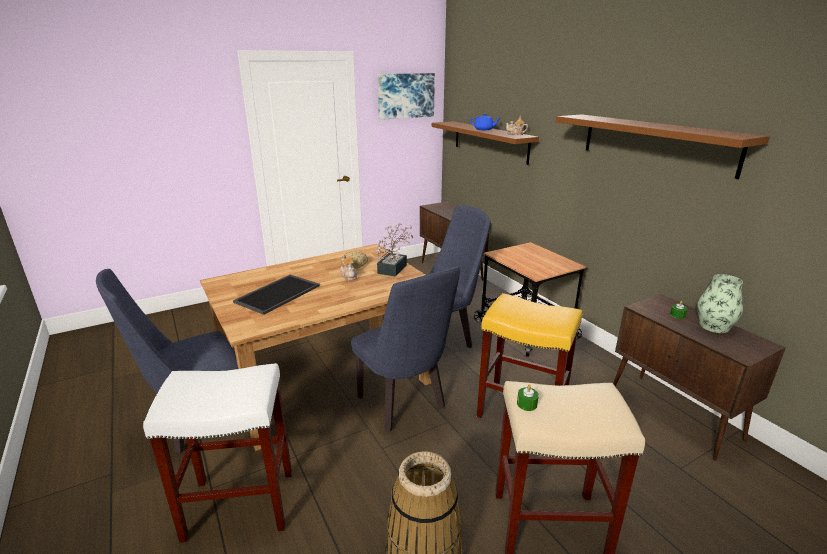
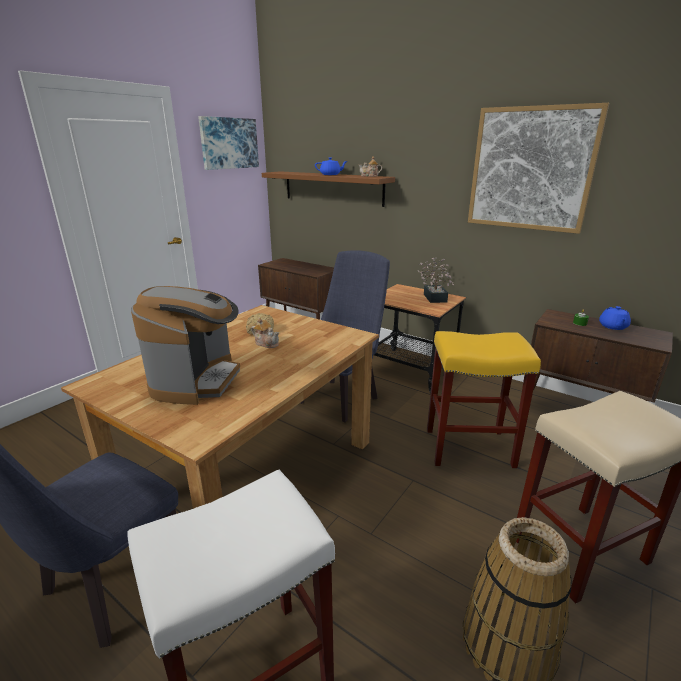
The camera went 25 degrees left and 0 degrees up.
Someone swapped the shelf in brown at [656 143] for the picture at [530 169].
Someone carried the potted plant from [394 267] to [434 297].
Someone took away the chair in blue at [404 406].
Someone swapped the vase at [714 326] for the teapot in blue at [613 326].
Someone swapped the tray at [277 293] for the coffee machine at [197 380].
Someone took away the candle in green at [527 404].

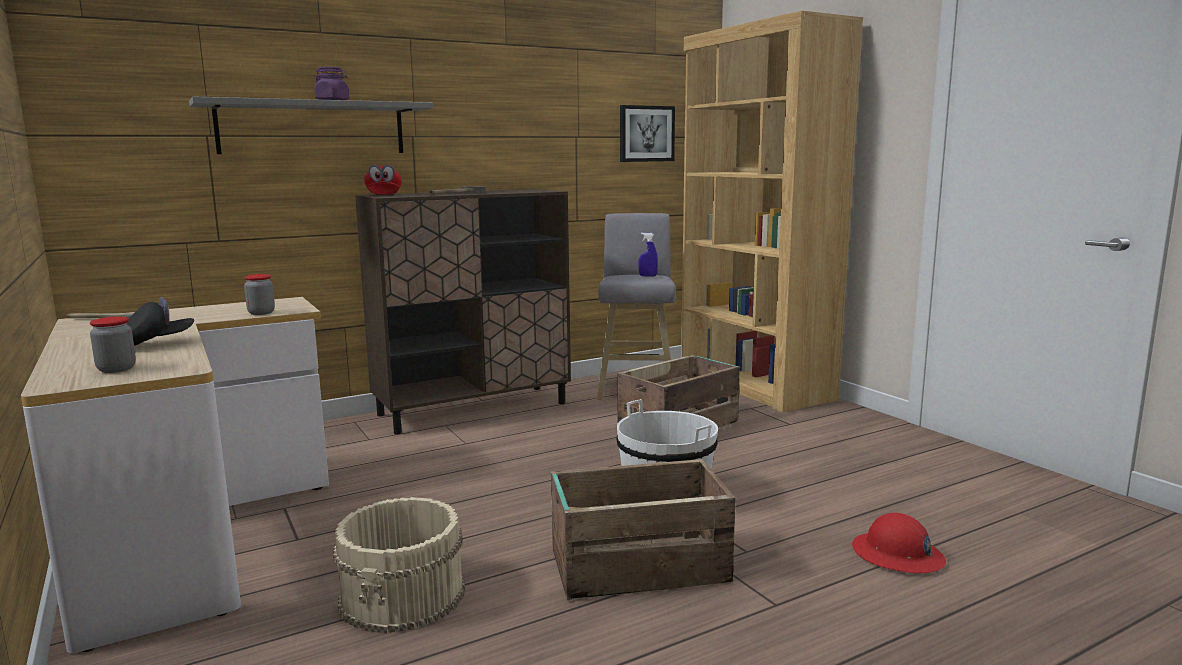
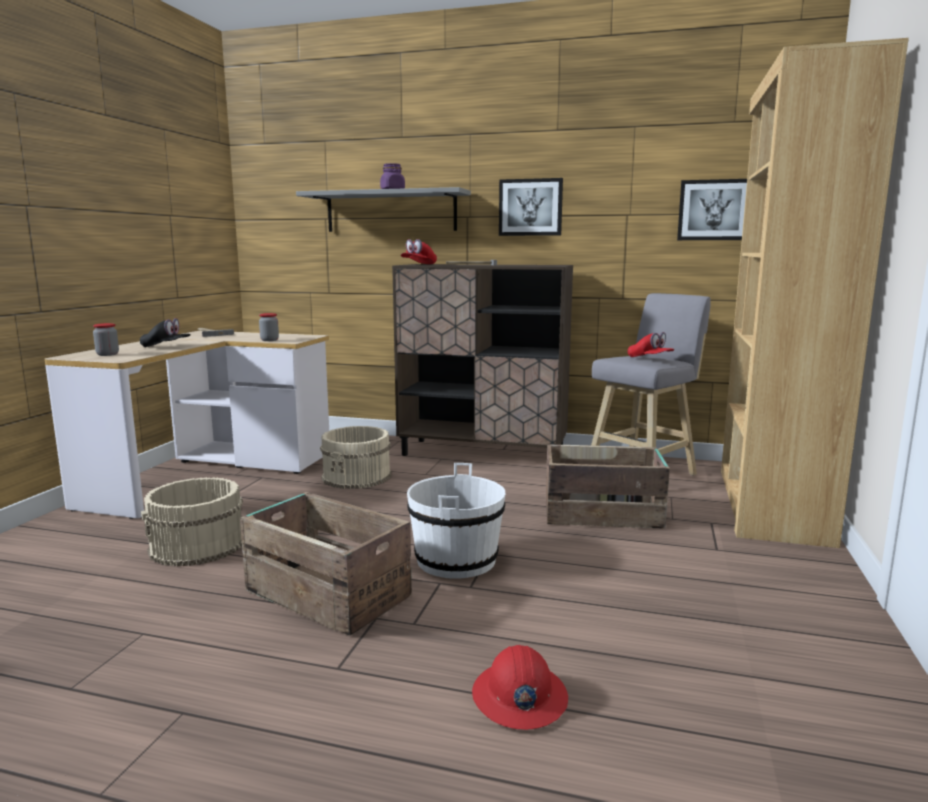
The camera went 45 degrees right and 0 degrees up.
Someone swapped the spray bottle in blue at [648 276] for the cap in red at [650 359].
Someone put up the picture at [530 207].
Someone put down the bucket in beige at [357 477].

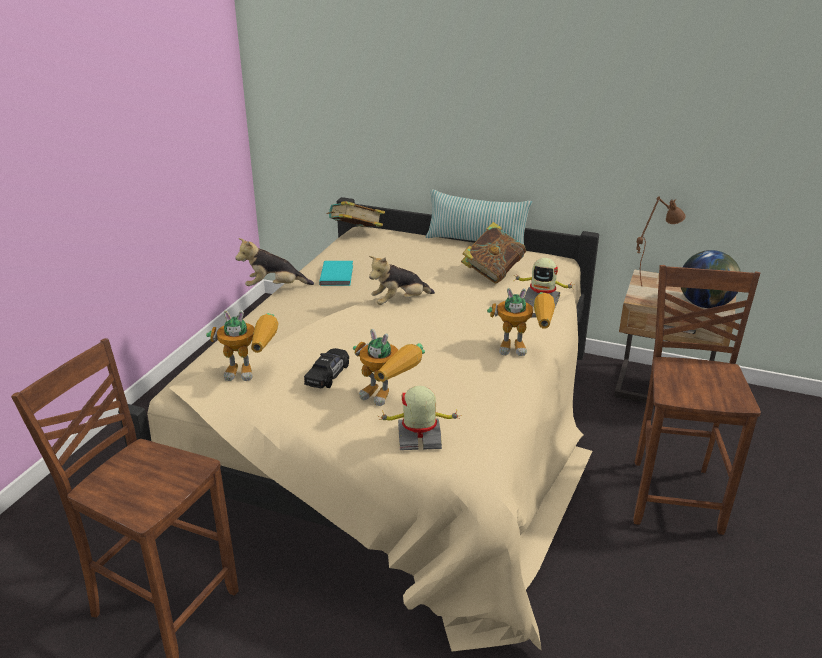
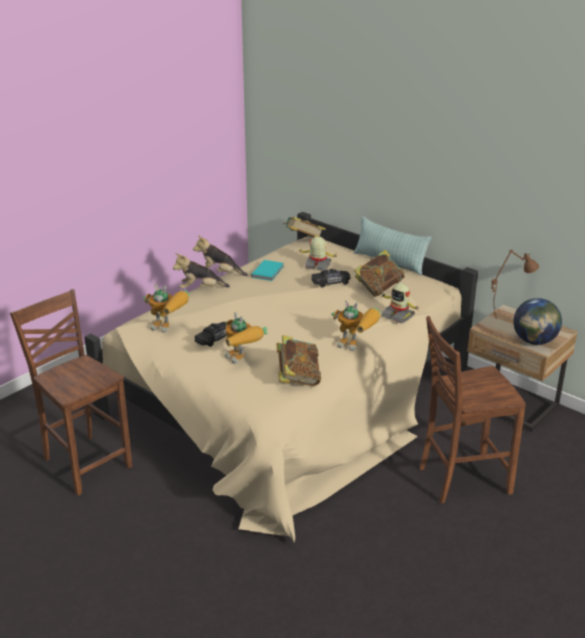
The camera went 20 degrees right and 0 degrees up.
Someone carried the plush toy from [399 302] to [200 289].
Someone rotated the chair in brown at [675 494] by 135 degrees counterclockwise.
Someone carried the toy robot from [419 438] to [318 266].
Someone put down the toy car in black at [331 283].
Someone put down the book at [298 378].

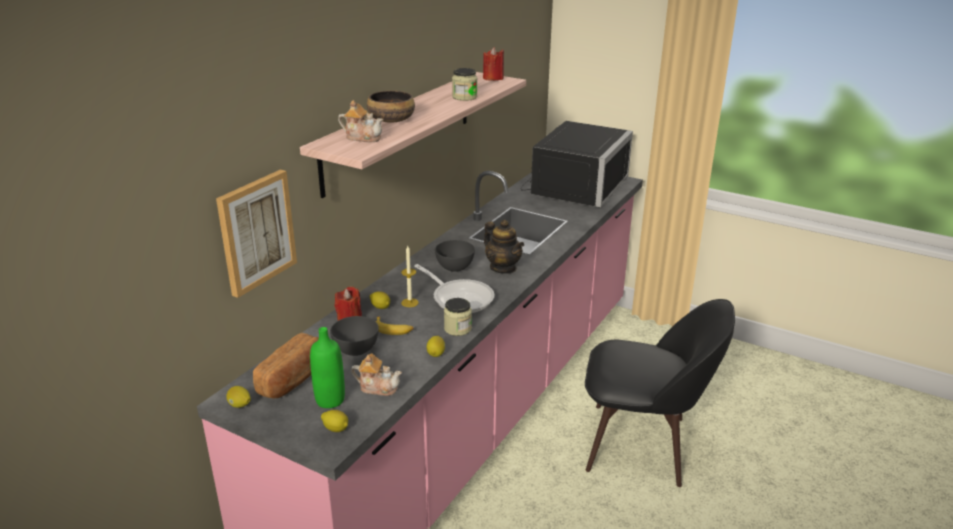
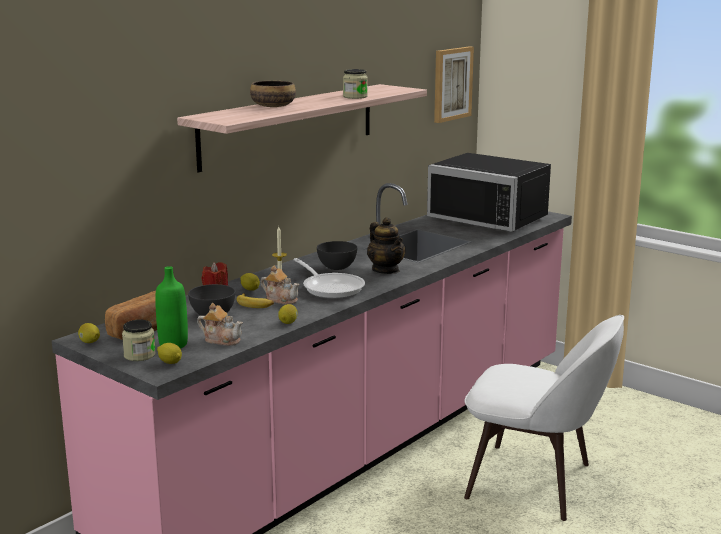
The camera went 10 degrees right and 10 degrees down.
Someone took away the candle in red at [493 78].
Someone carried the teapot from [362 137] to [281 299].
Someone rotated the microwave in black at [573 186] by 90 degrees clockwise.
Someone carried the picture from [256 231] to [452 84].
Someone carried the jar from [457 328] to [139 355].
Someone repainted the chair in black at [642 444], which became the chair in white at [535 482].

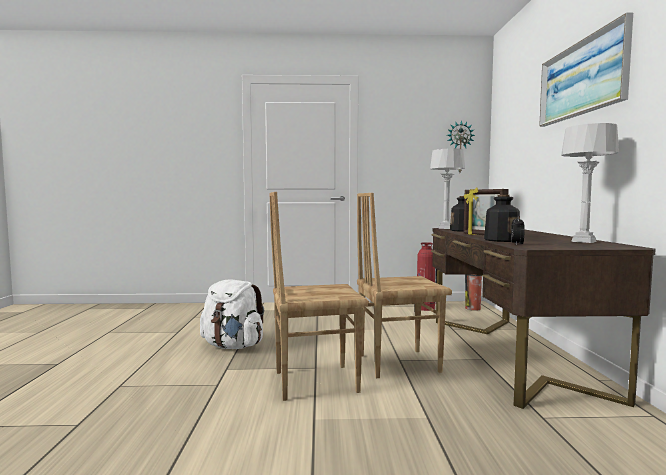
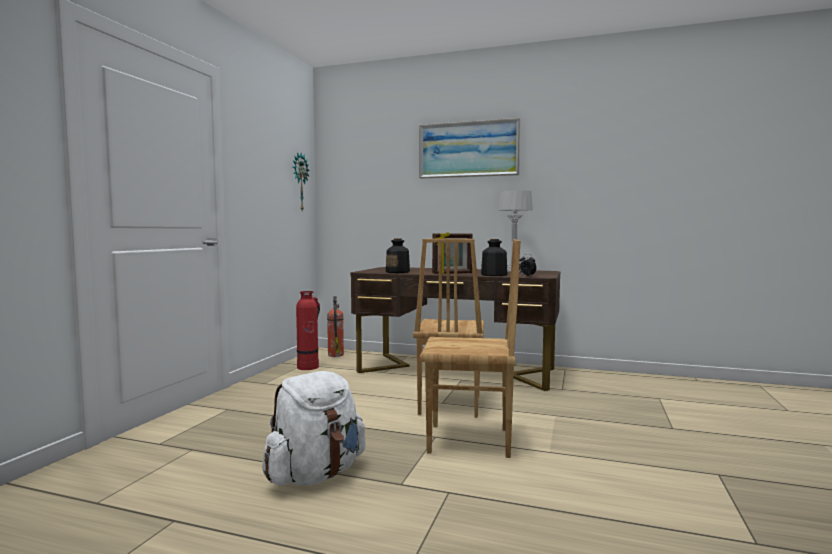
The camera went 70 degrees left and 0 degrees up.
Someone took away the table lamp in grey at [445 228].
Someone rotated the chair in brown at [315 381] by 90 degrees counterclockwise.

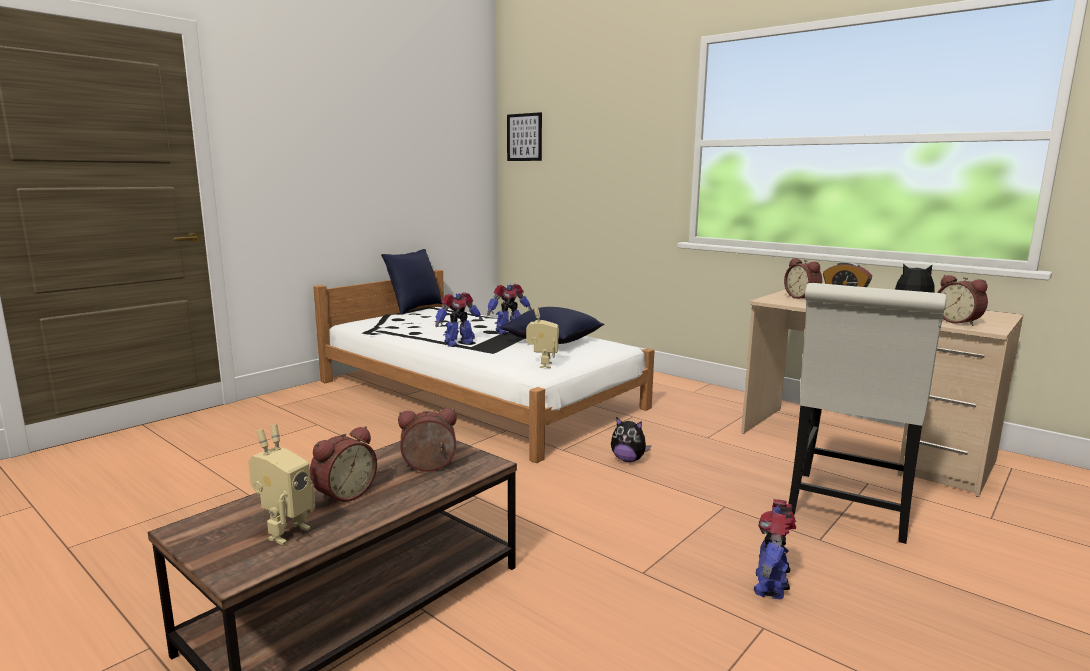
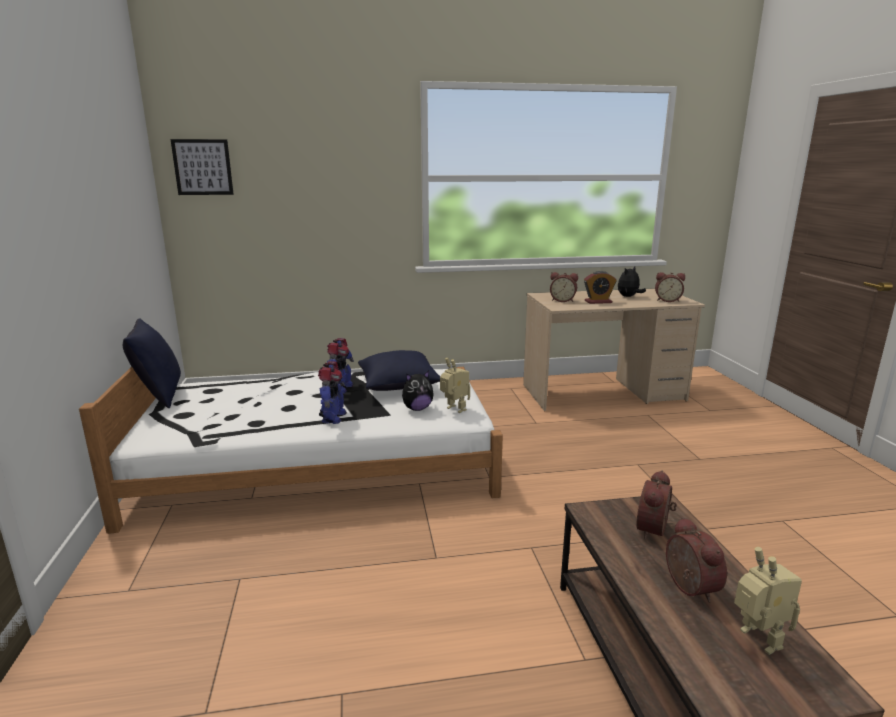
The camera went 50 degrees left and 5 degrees up.
Someone took away the chair in white at [848 510].
Someone carried the plush toy from [628 460] to [417 408].
Someone took away the toy robot at [771 585].

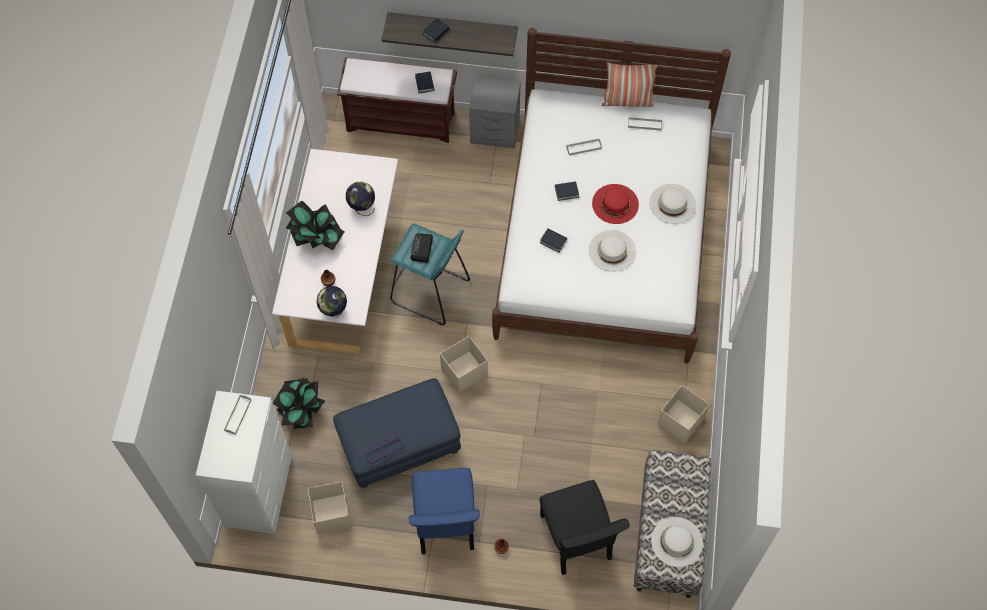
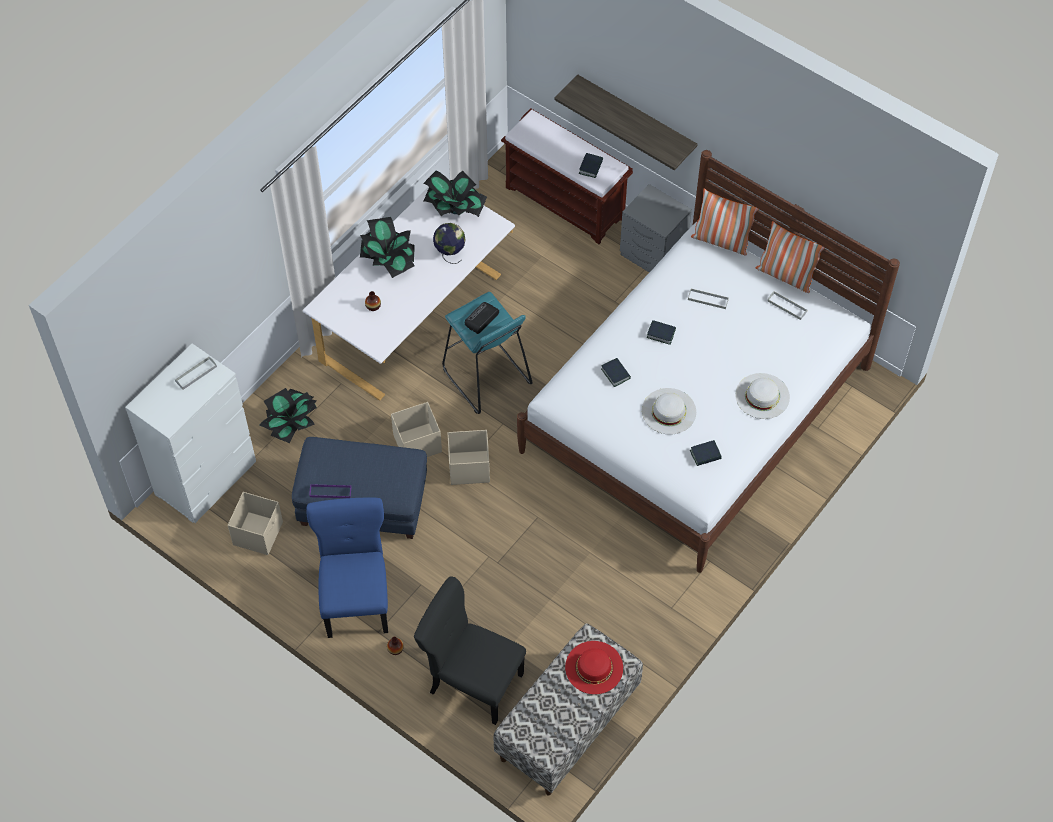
The camera went 30 degrees right and 5 degrees down.
Someone carried the book from [436 32] to [705 455].
Someone carried the hat in red from [615 204] to [594 667].
Someone took away the globe at [334 311].
Someone carried the storage box in beige from [680 421] to [416 443].
Someone rotated the chair in blue at [445 524] by 150 degrees clockwise.
Someone rotated the chair in black at [576 540] by 105 degrees clockwise.
Someone took away the hat in white at [677 542].
Someone put down the potted plant at [455 209].
Someone put down the pillow at [721 241].

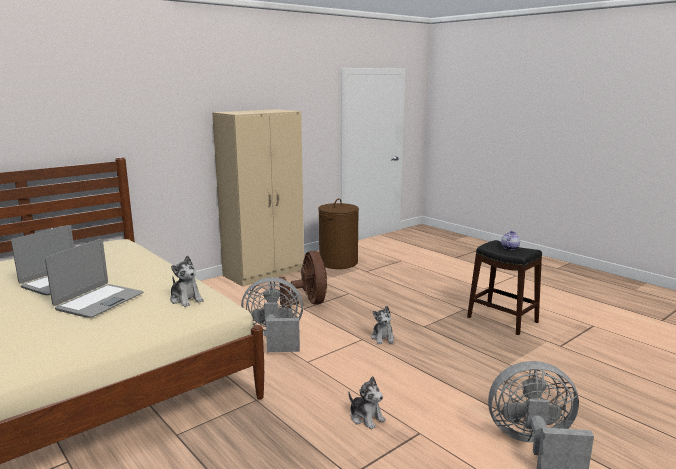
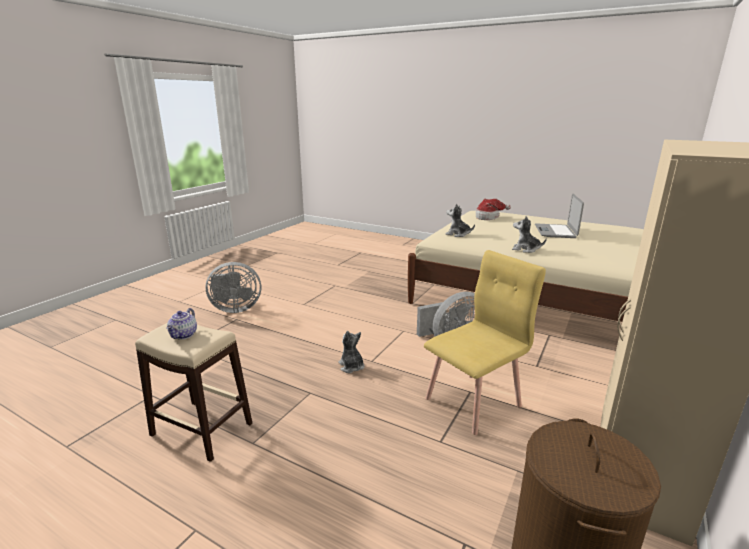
The camera went 160 degrees right and 5 degrees up.
Someone took away the laptop at [99 301].
Someone repainted the stool in black at [502 320], which became the stool in beige at [202 429].
Someone swapped the fan in brown at [308 304] for the chair in yellow at [474 402].
Someone carried the plush toy from [366 417] to [525 249].
Someone put down the hat at [488 217].

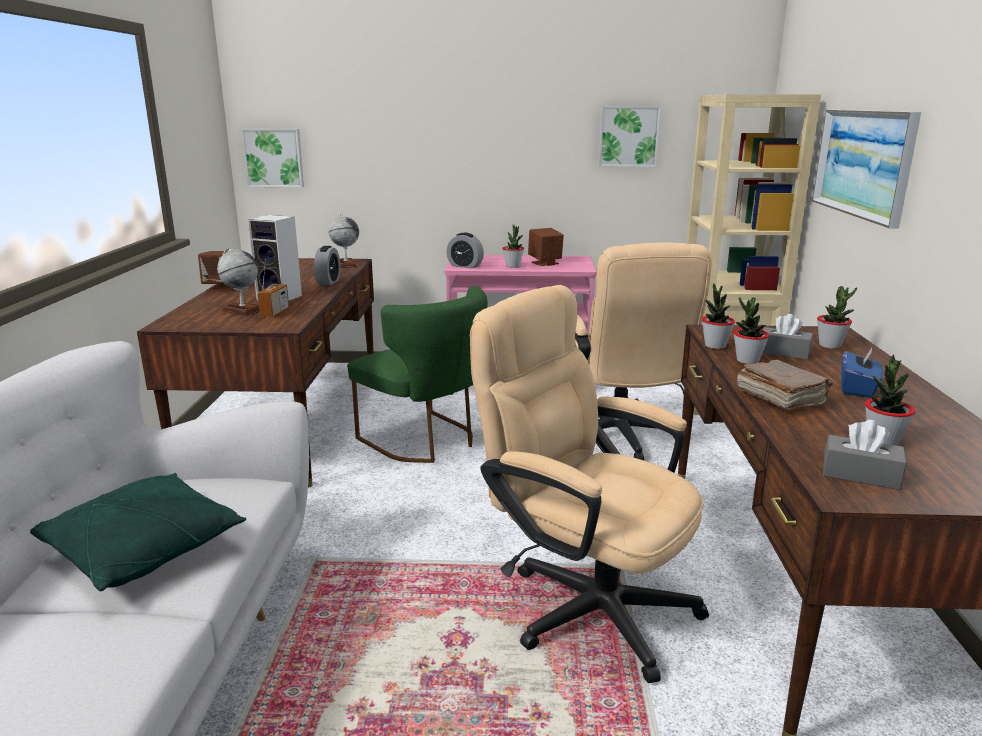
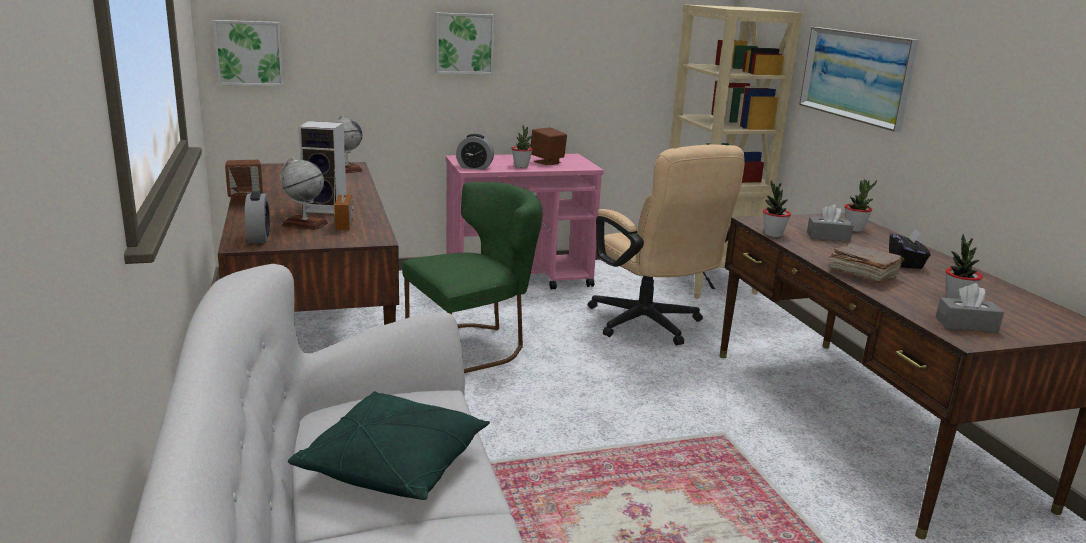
The camera went 20 degrees left and 0 degrees up.
Someone carried the picture from [628 136] to [464 43].
Someone carried the alarm clock from [328 282] to [259 238].
Someone took away the office chair in beige at [585 603].
Someone rotated the chair in green at [426 441] by 60 degrees counterclockwise.
Someone took away the potted plant at [747 361].
Someone repainted the tissue box in blue at [857 389], which became the tissue box in black at [906 263].

